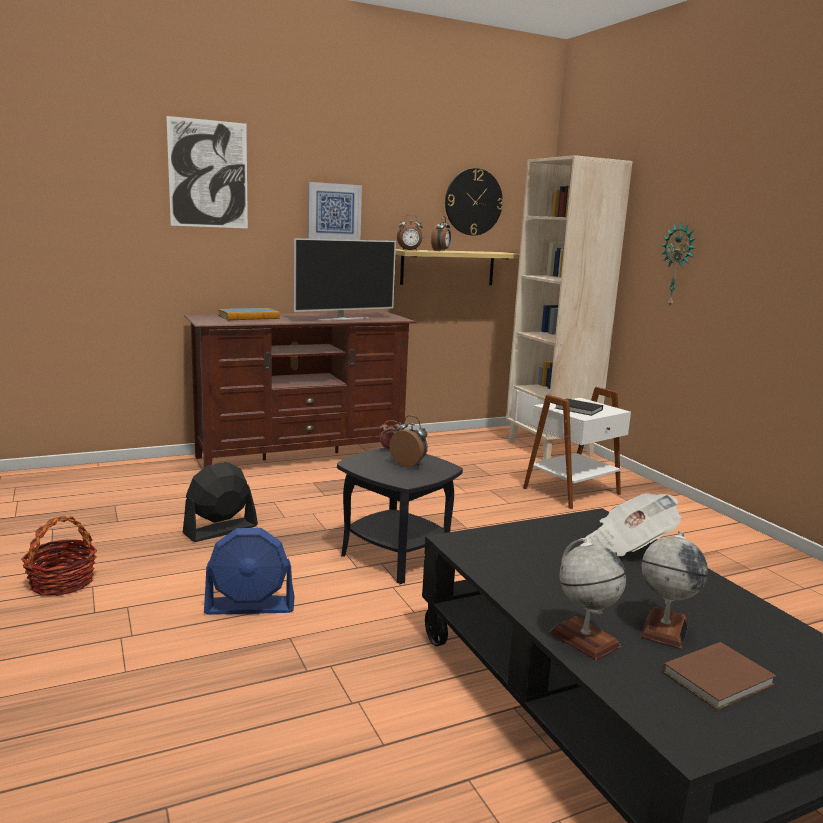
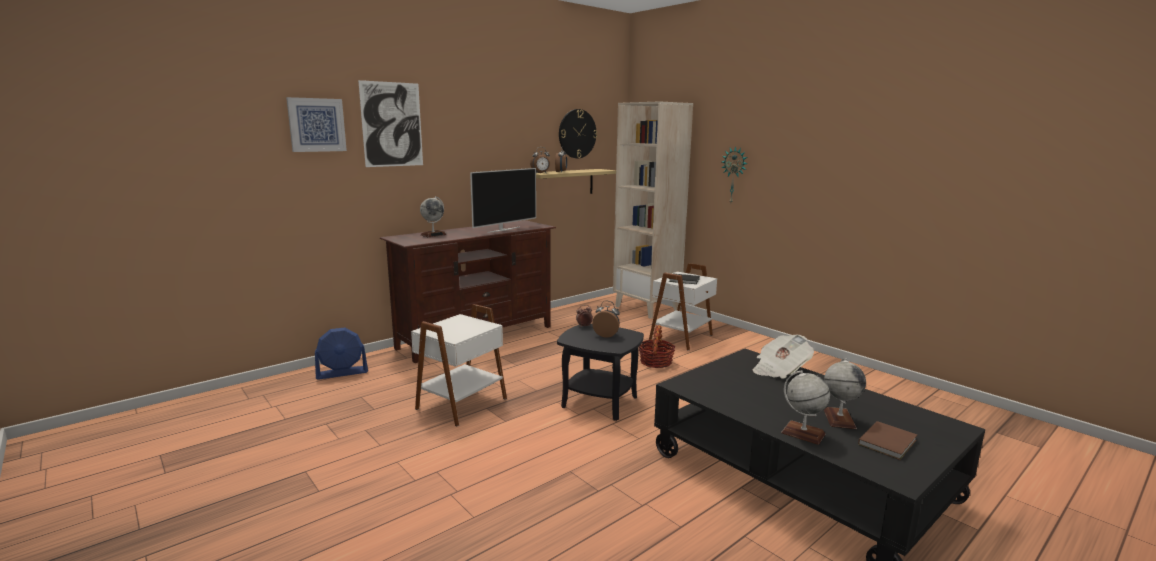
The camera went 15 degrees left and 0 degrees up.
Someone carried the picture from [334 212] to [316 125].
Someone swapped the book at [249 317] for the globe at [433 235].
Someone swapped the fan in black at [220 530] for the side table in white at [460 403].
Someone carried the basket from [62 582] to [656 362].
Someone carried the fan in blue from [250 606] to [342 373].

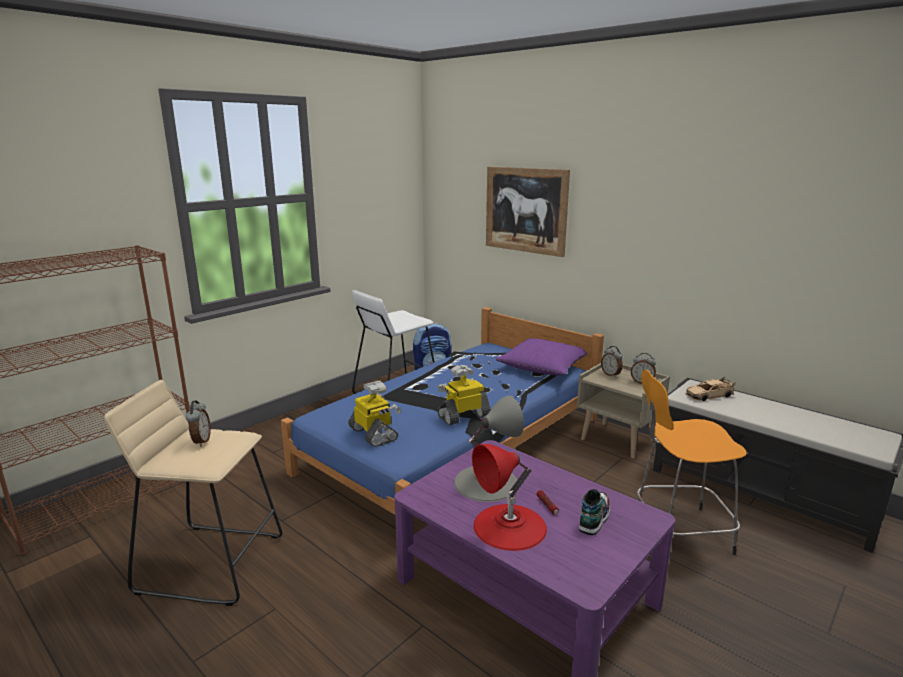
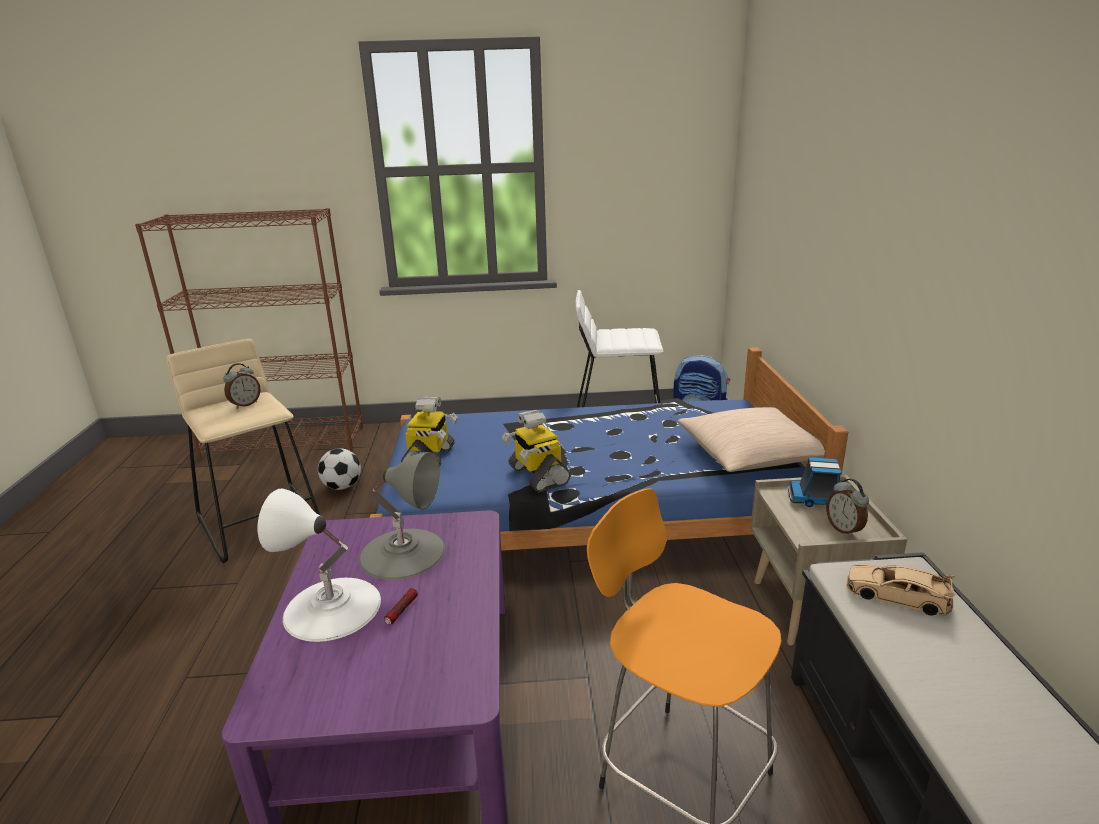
The camera went 45 degrees right and 5 degrees up.
Someone took away the picture at [525 210].
Someone repainted the pillow in purple at [543 367], which became the pillow in beige at [751 454].
Someone swapped the alarm clock at [611 374] for the toy truck at [816 499].
Someone rotated the toy robot at [463 416] by 135 degrees counterclockwise.
Someone repainted the table lamp in red at [510 526], which became the table lamp in white at [332 608].
Someone took away the shoe at [593 519].
Someone put down the football at [342 486].

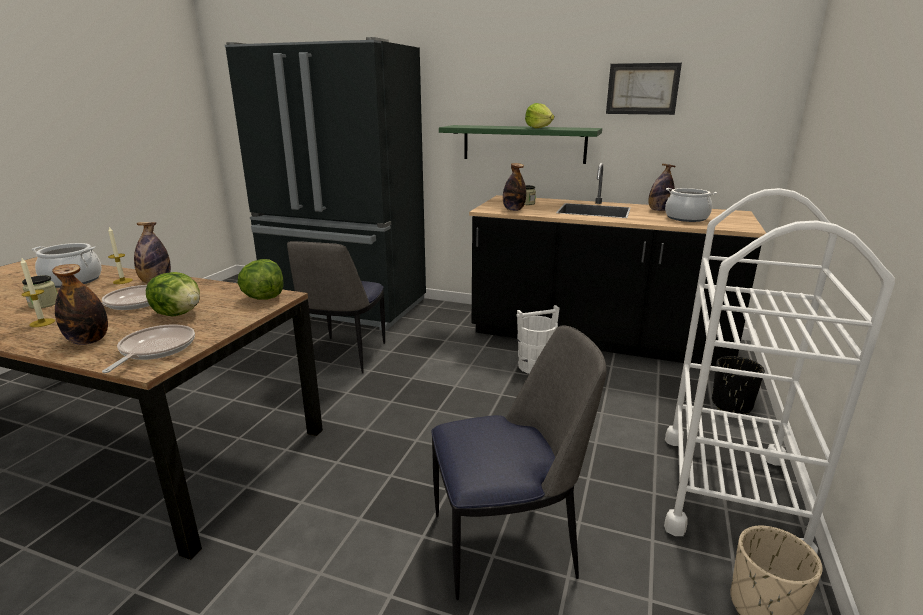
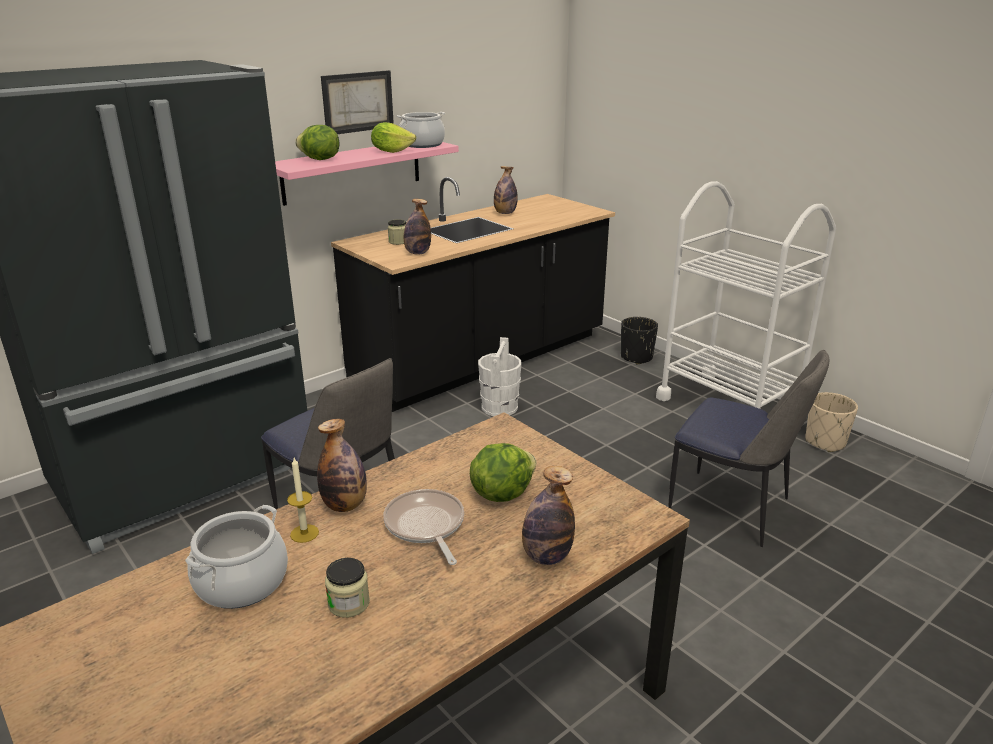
The camera went 60 degrees left and 5 degrees up.
Someone carried the picture from [642 89] to [358 102].
Someone repainted the shelf in green at [523 144], which became the shelf in pink at [352 171].
Someone carried the cooking pot from [686 218] to [422 144].
Someone took away the candle at [42 323].
Someone carried the lettuce from [263 298] to [319 160].
Someone took away the frying pan at [155 350].
Someone rotated the chair at [507 543] by 105 degrees clockwise.

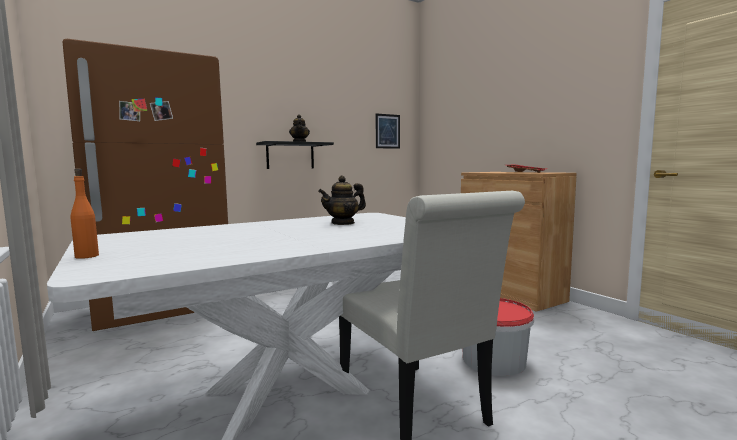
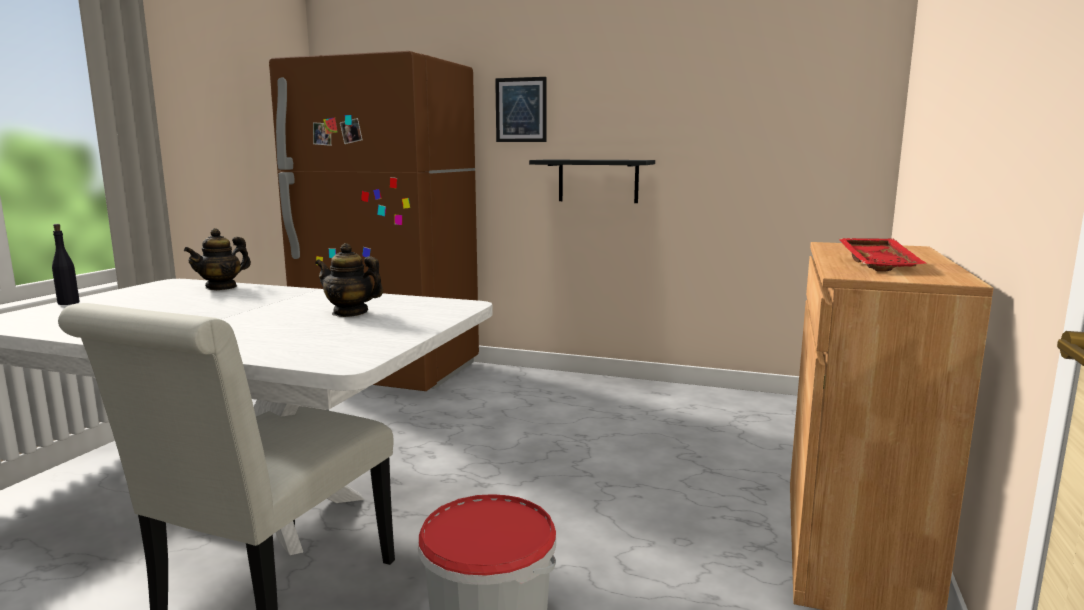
The camera went 50 degrees right and 5 degrees up.
Someone carried the picture from [387 131] to [521 110].
Someone carried the teapot from [300 142] to [221 287].
Someone repainted the bottle in orange at [87 256], which became the bottle in black at [69 303].

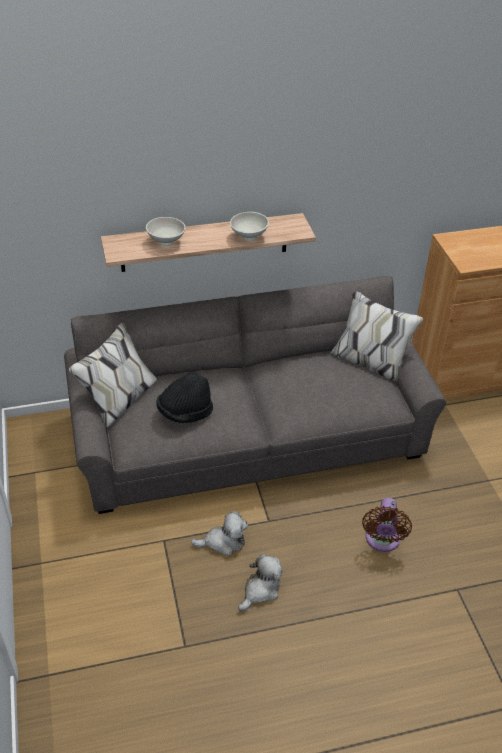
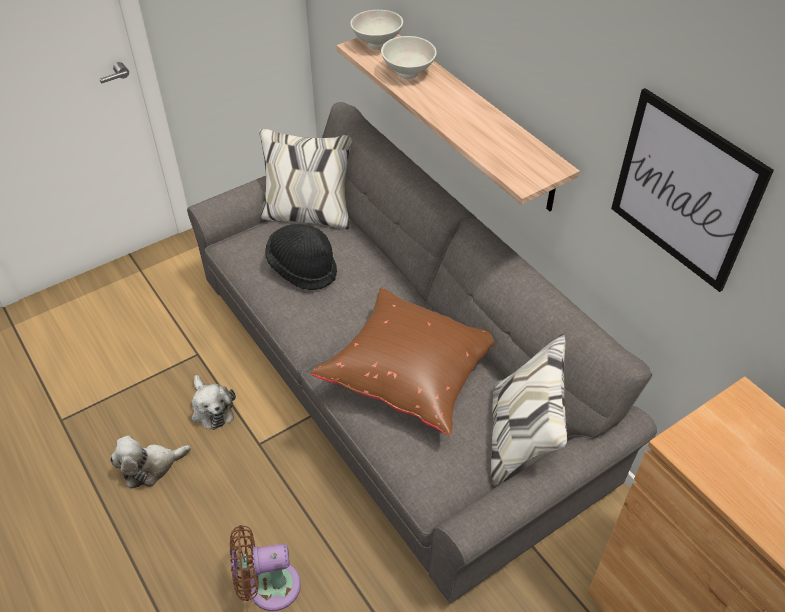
The camera went 70 degrees right and 5 degrees up.
Someone carried the bowl in white from [249 238] to [376 44].
Someone rotated the plush toy at [260 590] by 135 degrees clockwise.
Someone put up the picture at [684 190].
Someone put down the pillow in brown at [410 374].

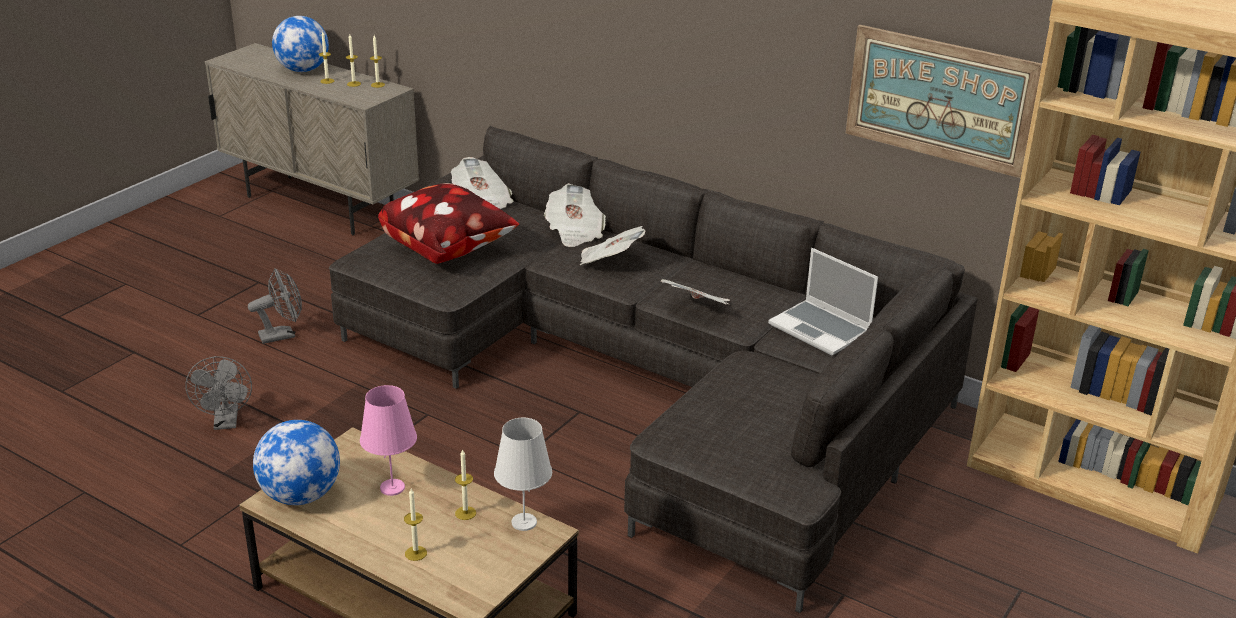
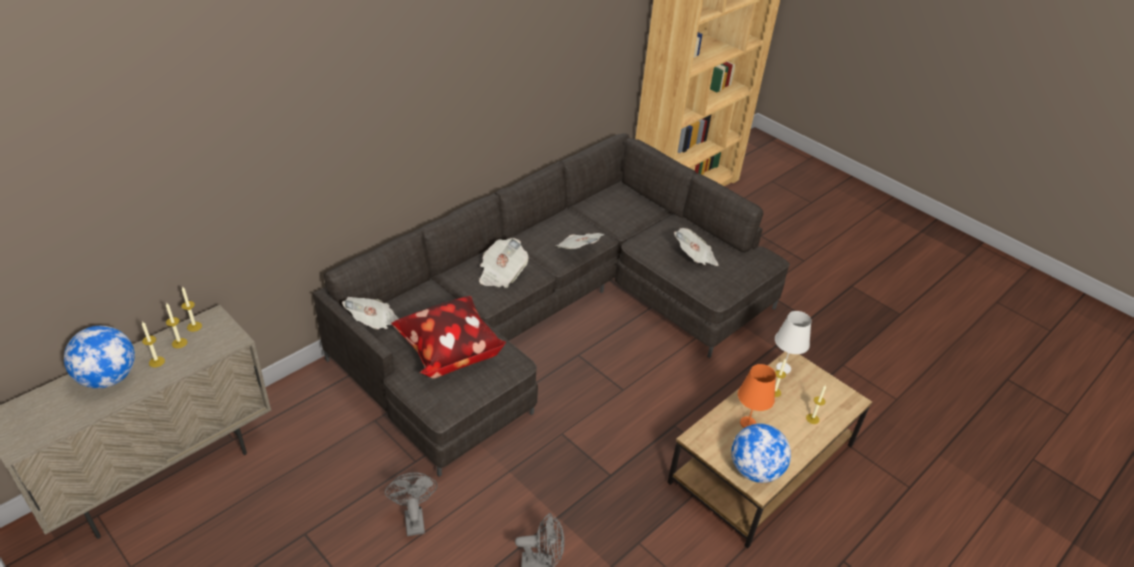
The camera went 80 degrees left and 10 degrees up.
Someone took away the picture at [940 99].
Someone carried the newspaper from [575 231] to [695 258].
Someone took away the laptop at [821 329].
Someone repainted the table lamp in pink at [392 488], which became the table lamp in orange at [748 423].

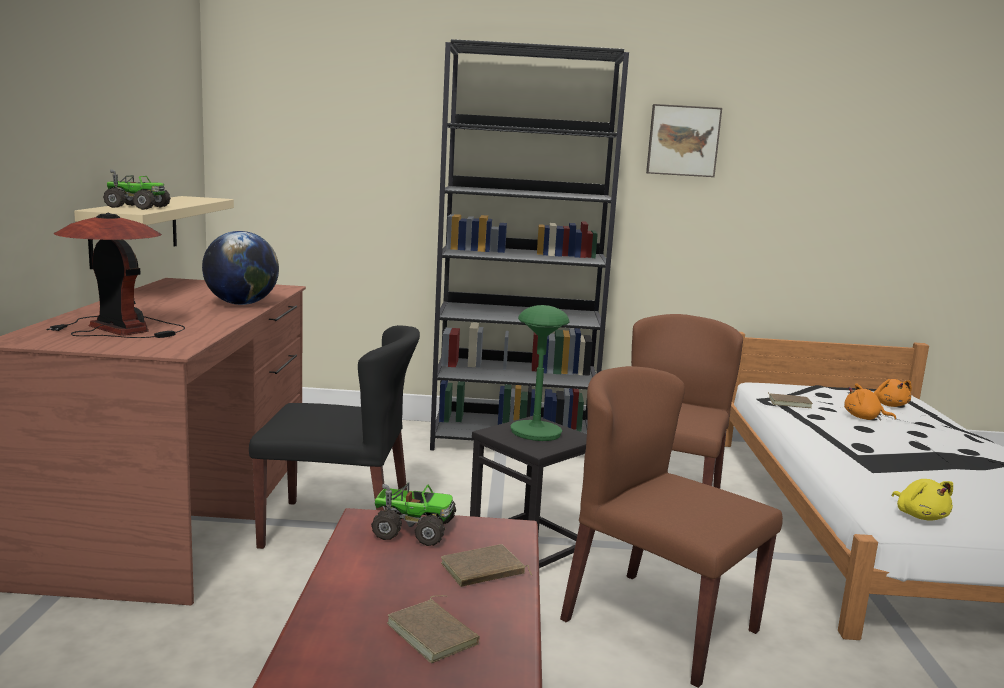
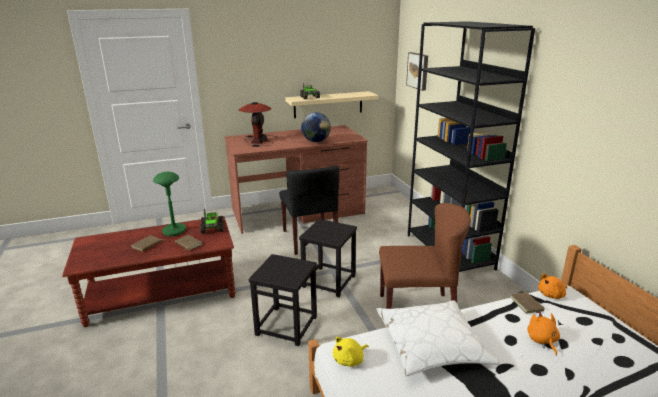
The camera went 70 degrees right and 10 degrees up.
Someone carried the picture from [682 141] to [418 71].
Someone carried the table lamp in green from [535 433] to [174 230].
Someone swapped the chair in brown at [658 624] for the stool in black at [287 325].
Someone carried the plush toy in orange from [889 405] to [552 295].
Someone put down the pillow in white at [431 345].

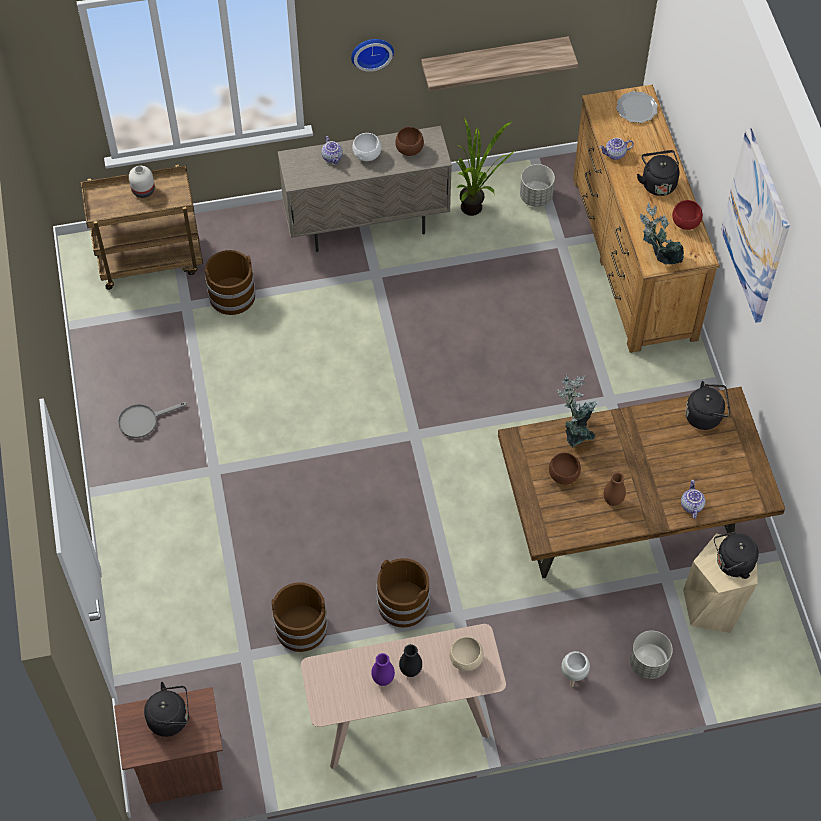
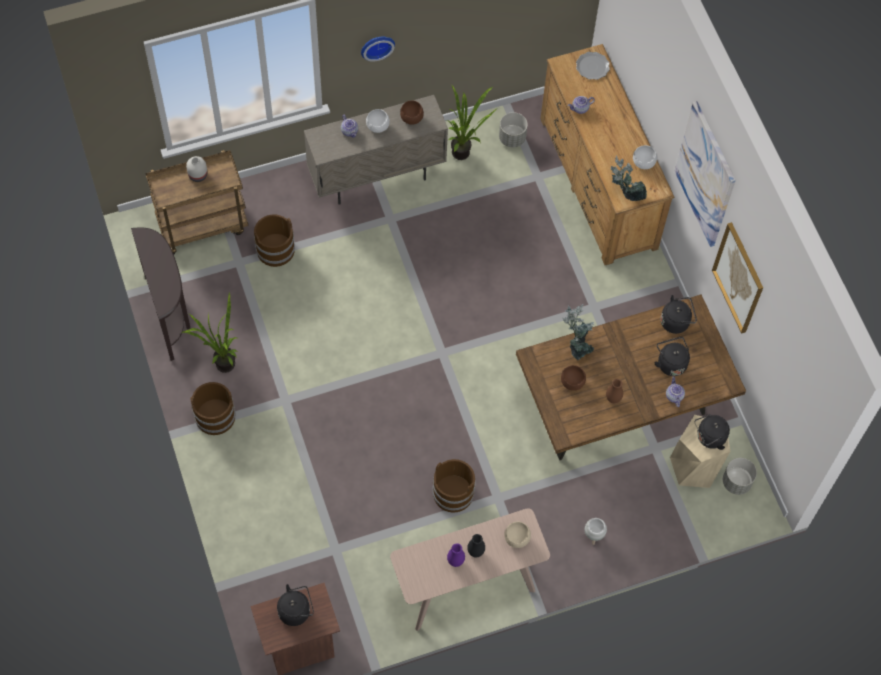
The camera went 10 degrees left and 5 degrees up.
Someone took away the shelf at [494 59].
Someone carried the kettle in black from [657 183] to [670 362].
Someone repainted the bowl in red at [686 224], which became the bowl in white at [644 163].
Someone swapped the frying pan in grey at [143 420] for the potted plant at [220 364].
Someone carried the bucket in brown from [301 627] to [215 416].
Someone carried the planter in grey from [648 663] to [736 482].
Someone put up the picture at [738 278].
Someone put down the console table in brown at [170 314].

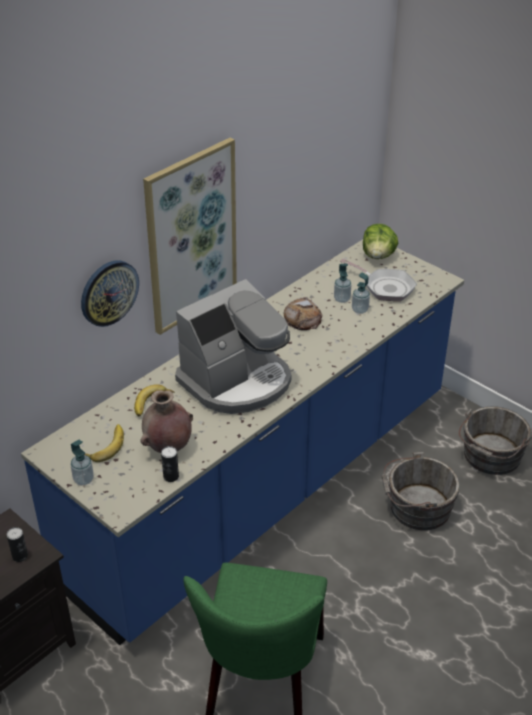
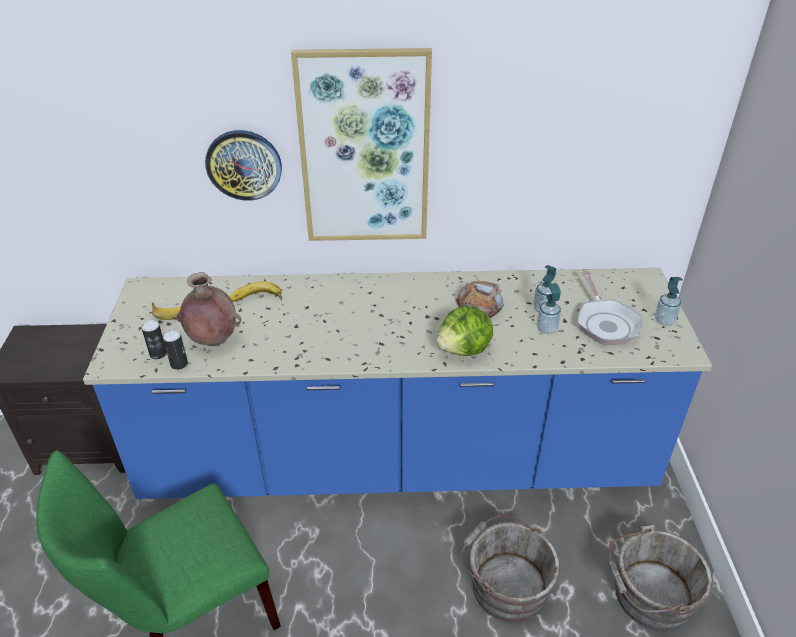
The camera went 45 degrees right and 0 degrees up.
Someone carried the lettuce from [378 256] to [464 350].
Someone took away the coffee machine at [237 381].
Someone carried the soap dispenser from [83 479] to [664 321].
Someone carried the can from [20 556] to [158 354].

